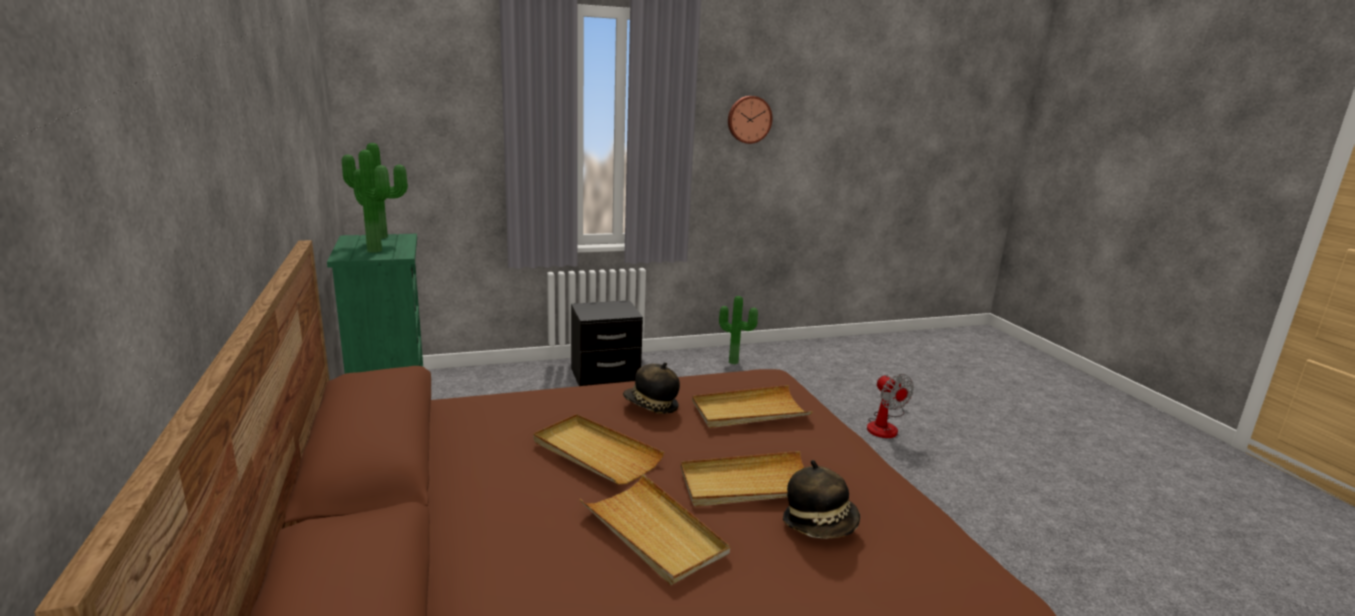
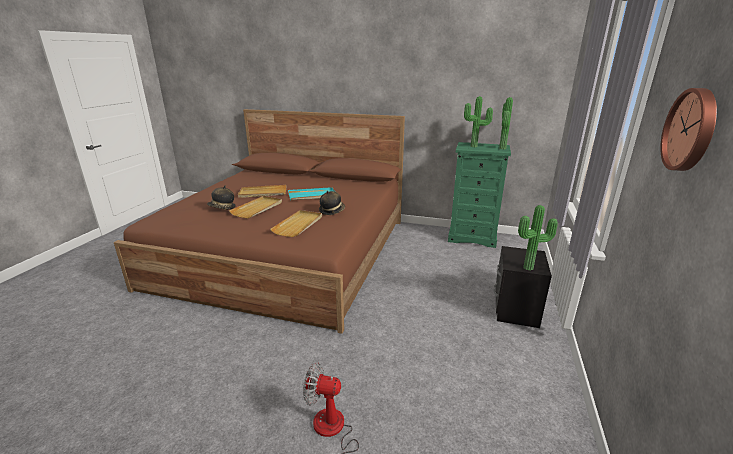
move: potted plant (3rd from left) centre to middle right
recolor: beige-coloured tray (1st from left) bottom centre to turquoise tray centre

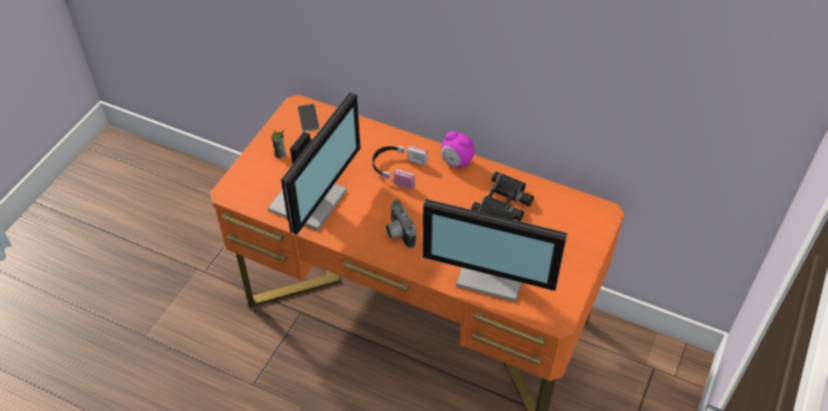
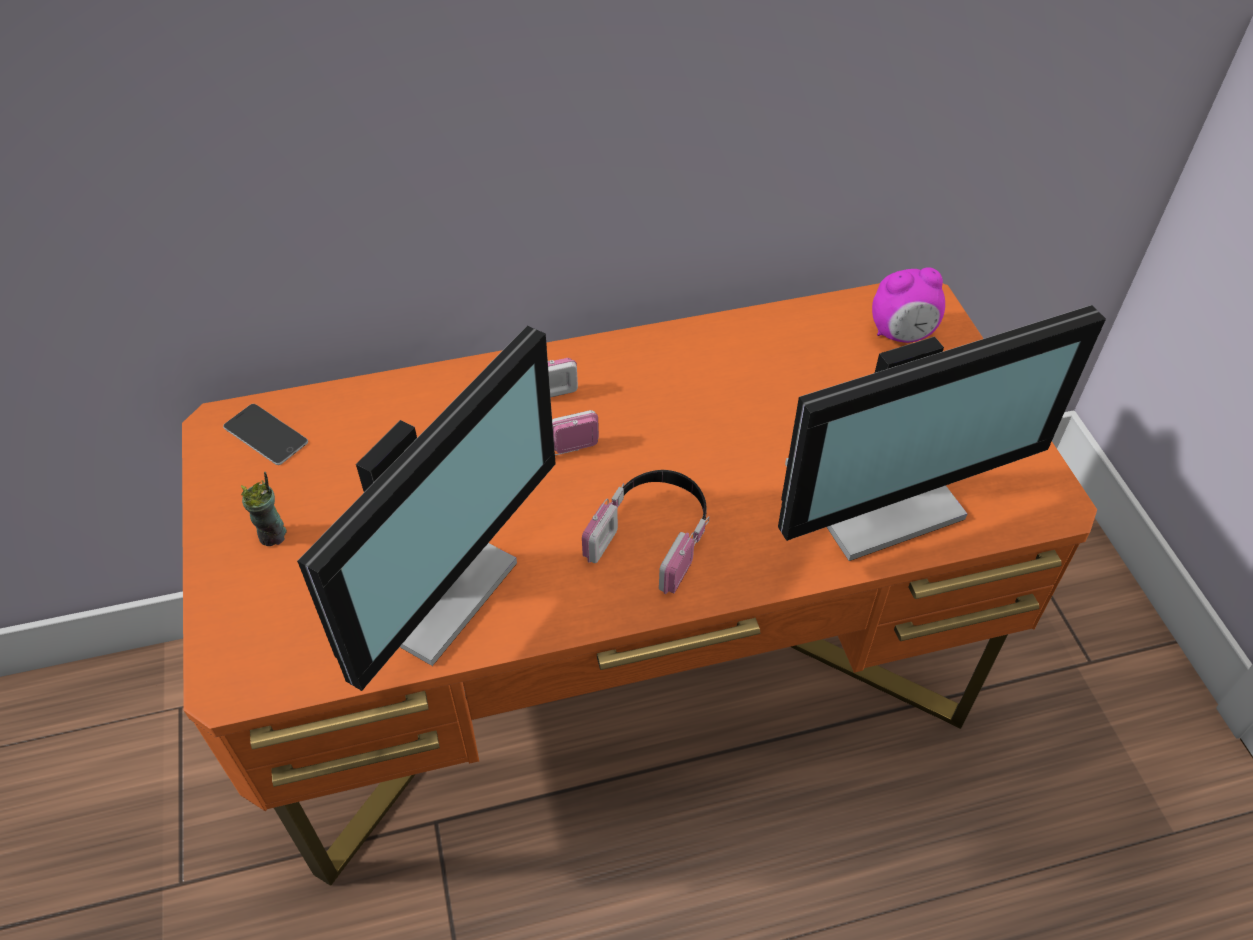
delete: black-coloured field glasses centre
move: table clock centre to top right
replace: still camera centre to headset (2nd from left) centre
rotate: computer screen (1st from left) centre = centre 45 degrees clockwise

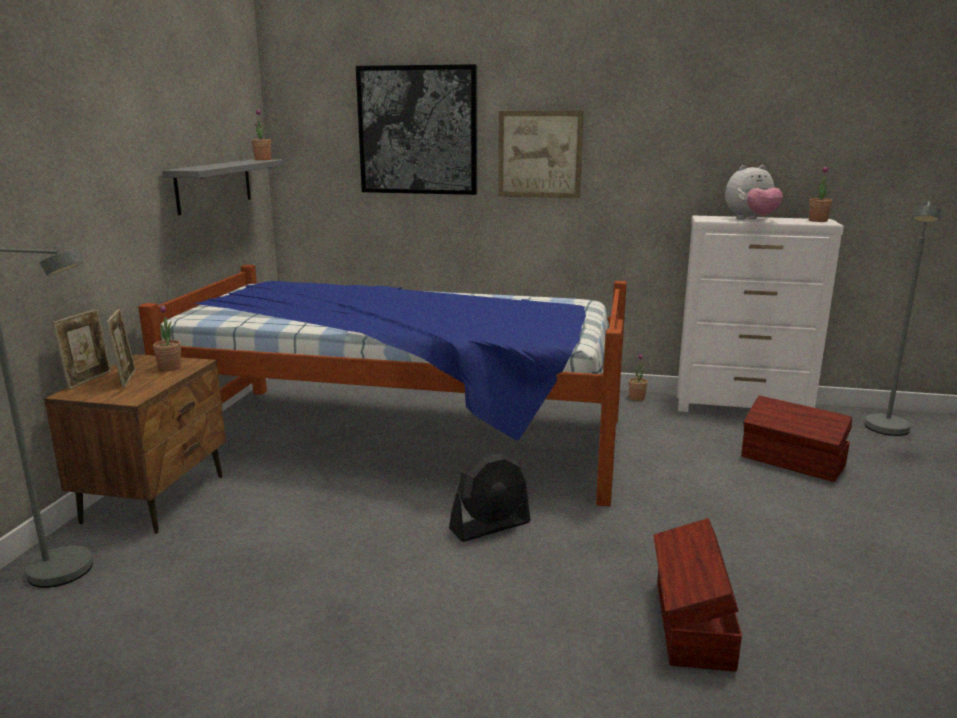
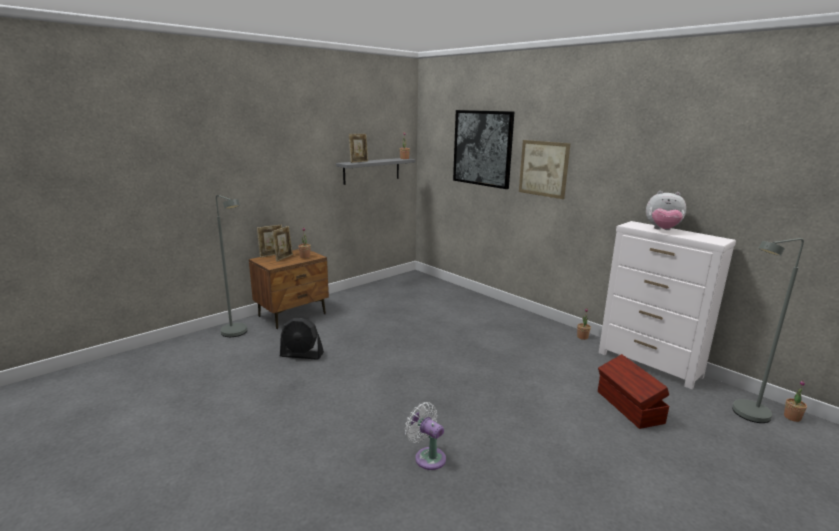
delete: sleeping bed centre
insert: photo frame (3rd from left) top centre
move: black-coloured fan bottom centre to centre; potted plant (4th from left) top right to bottom right
replace: brown-coloured storage box (1st from left) bottom right to whitish fan bottom centre

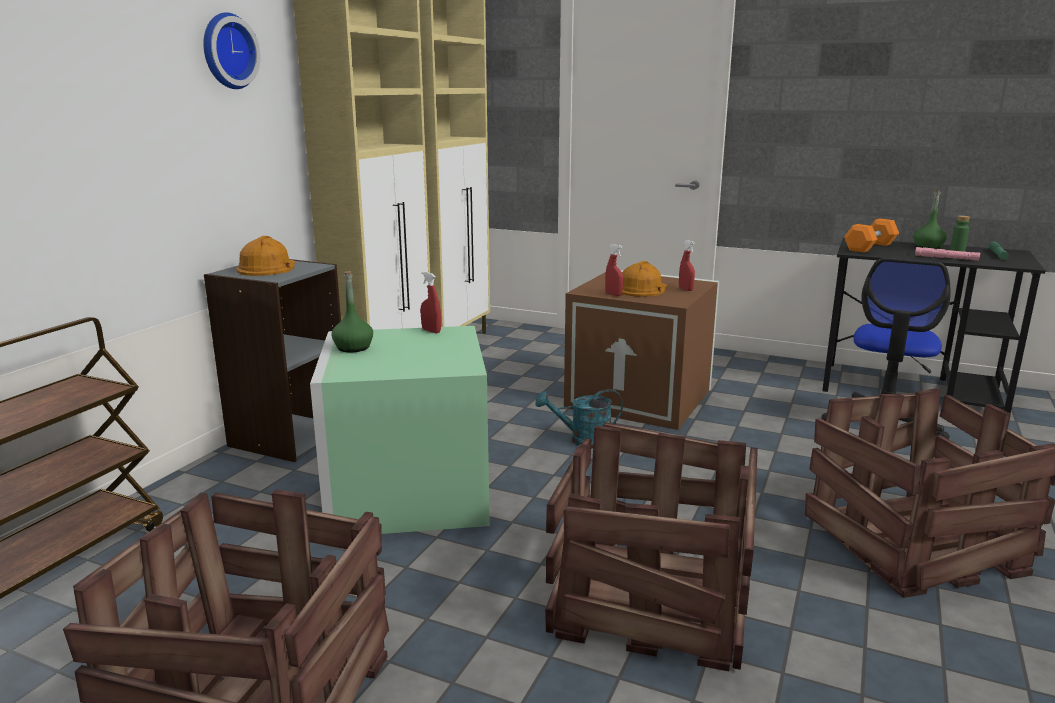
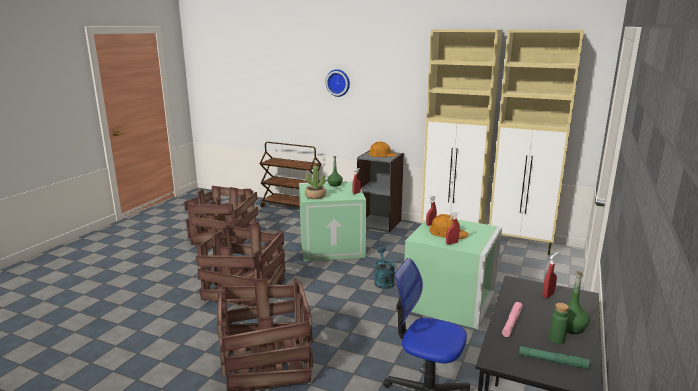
insert: potted plant centre
move: wall clock top left to top centre
replace: orange free weight middle right to reddish spray bottle (4th from left) bottom right
recolor: brown-coloured storage box centre to green-coloured storage box (2nd from left) bottom centre

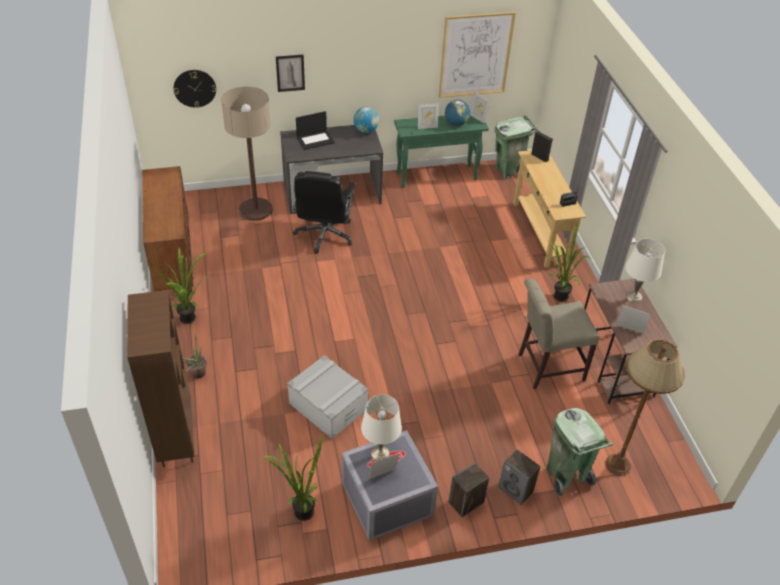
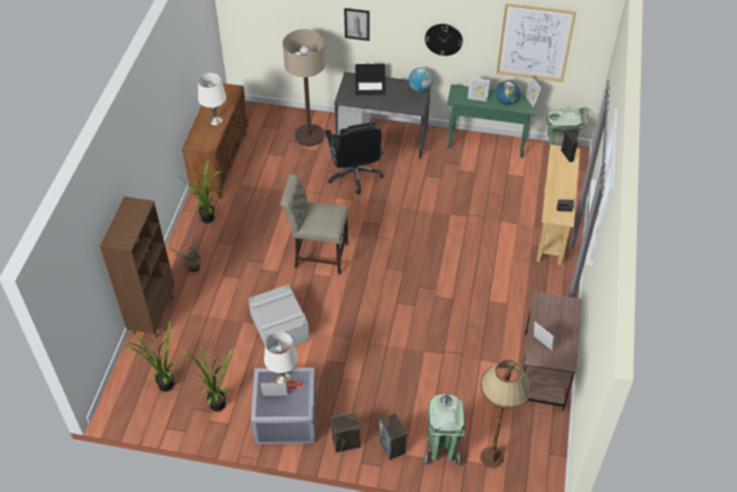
move: potted plant (4th from left in the first image) middle right to potted plant (1st from left) bottom left; whitish tabletop lamp (2nd from left in the first image) middle right to whitish tabletop lamp (1st from left) top left; beige-coloured chair middle right to centre; wall clock top left to top centre
rotate: black-coloured office chair centre = top centre 45 degrees counterclockwise

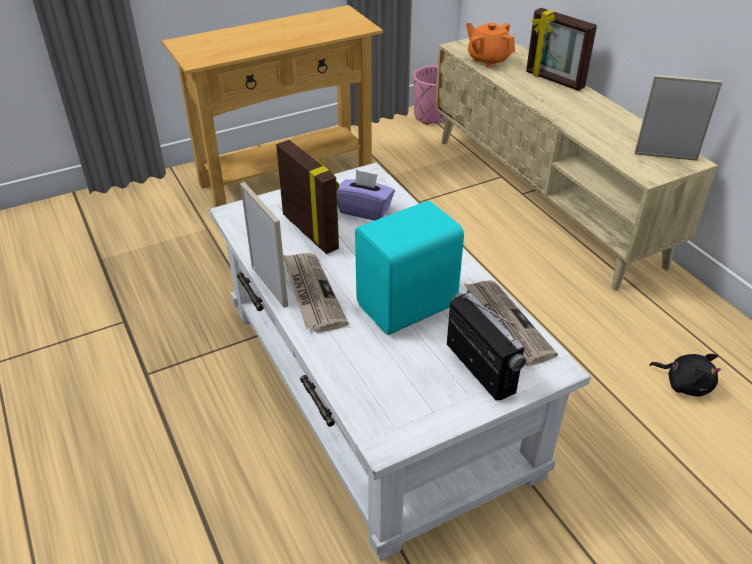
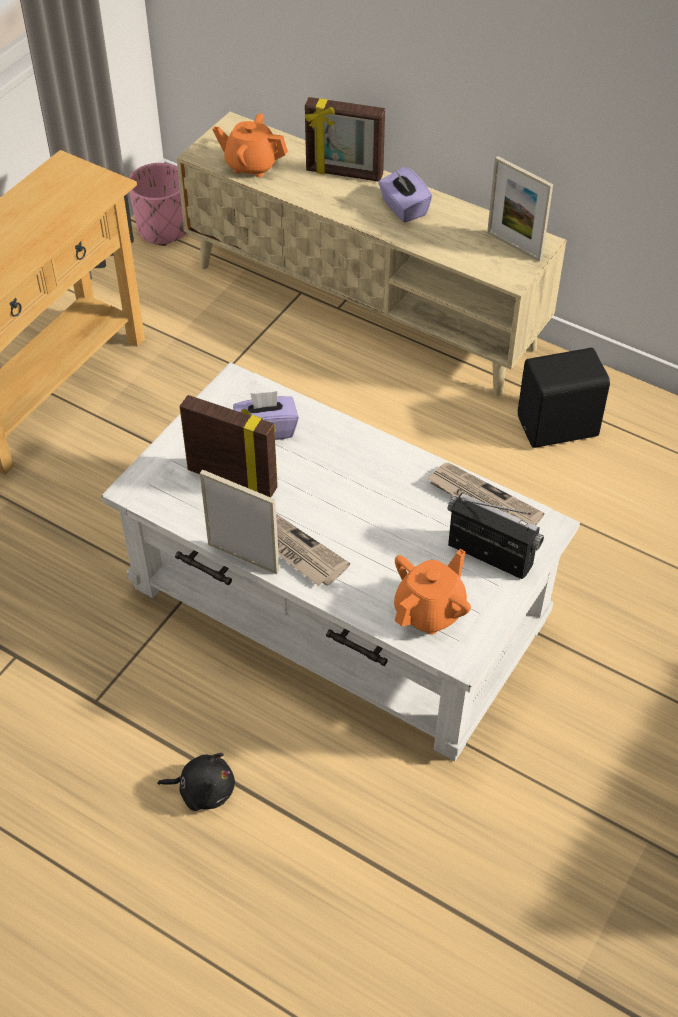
delete: turquoise audio speaker centre
insert: purplish box of tissues (2nd from left) top centre; orange teapot (2nd from left) centre; black-coloured audio speaker middle right
move: black-coloured cuddly toy middle right to bottom left
rotate: photo frame (4th from left) top right = top right 120 degrees counterclockwise

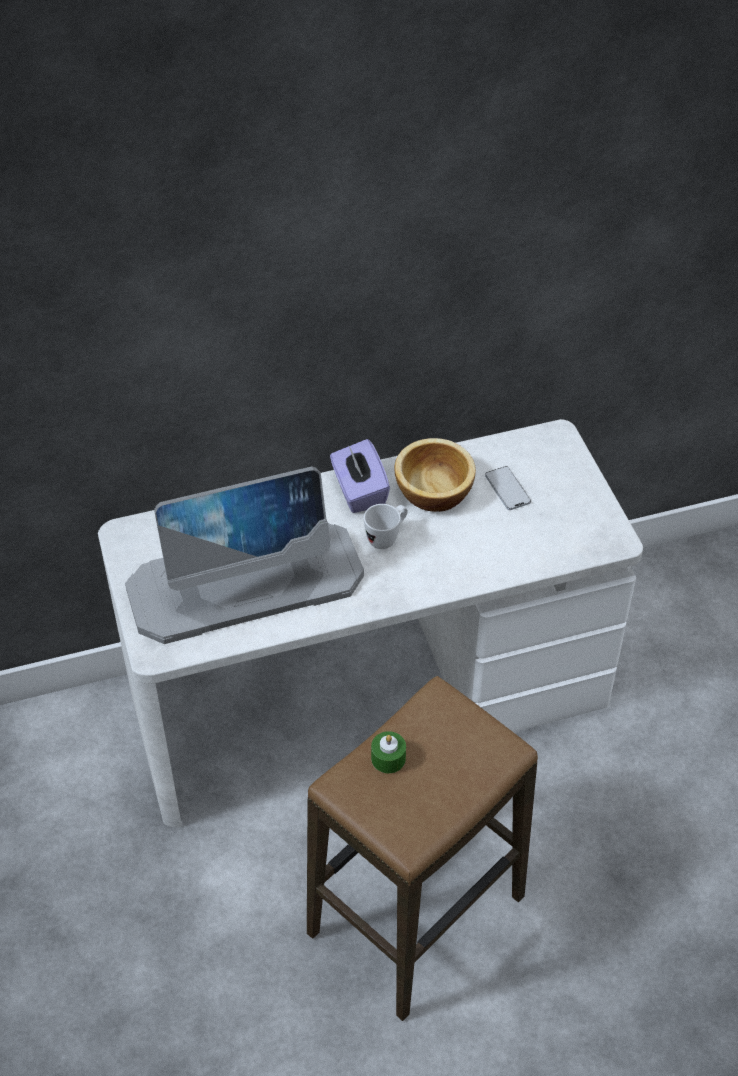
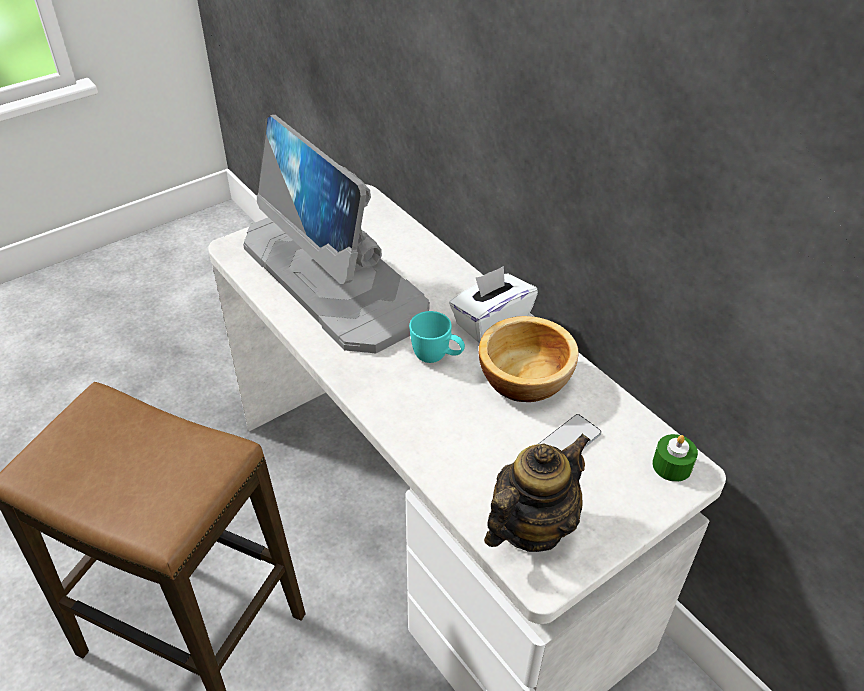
insert: teapot bottom centre
move: green-coloured candle bottom centre to middle right
recolor: whitish mug centre to turquoise mug centre; purplish box of tissues centre to whitish box of tissues centre

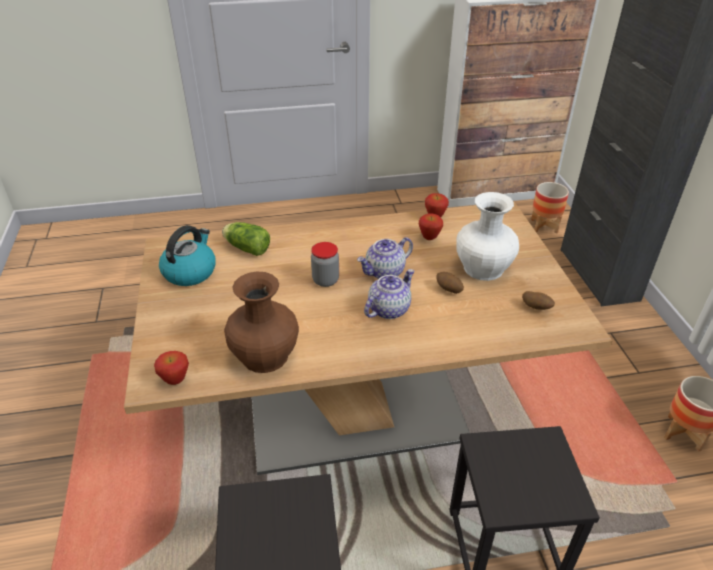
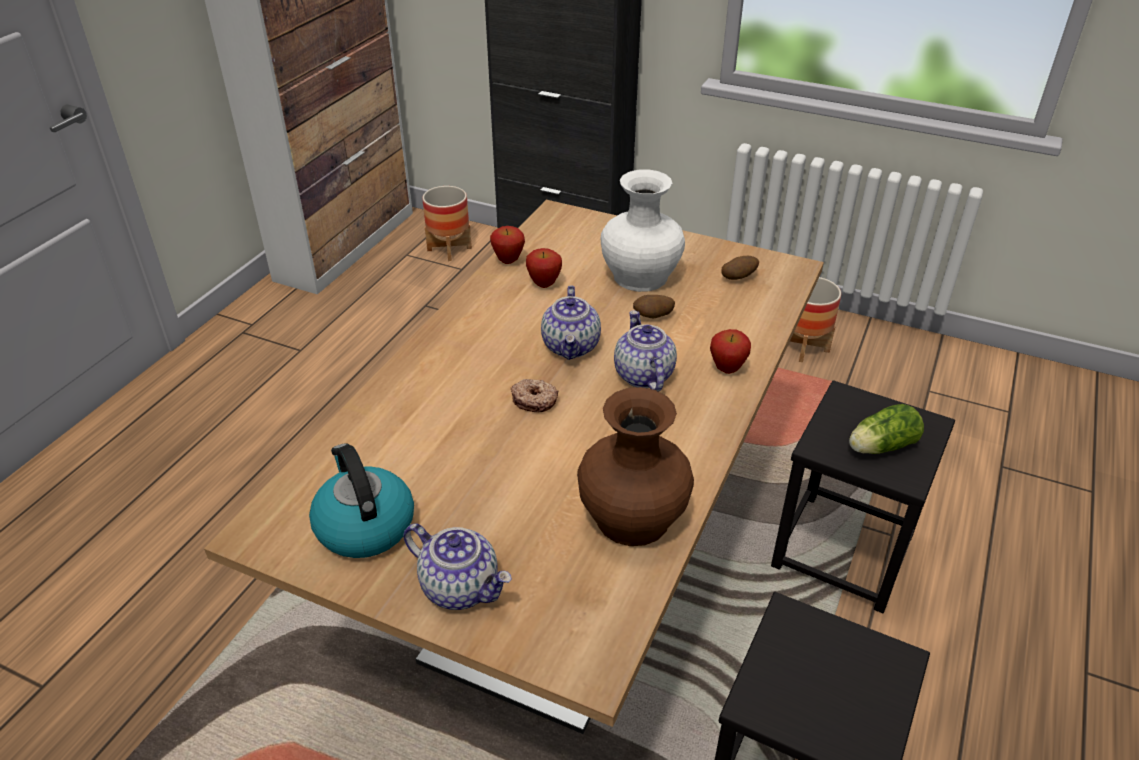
insert: teapot (1st from left) bottom centre
move: apple (1st from left in the first image) middle left to apple (3rd from left) centre; head of lettuce centre to middle right
replace: storage jar centre to donut centre

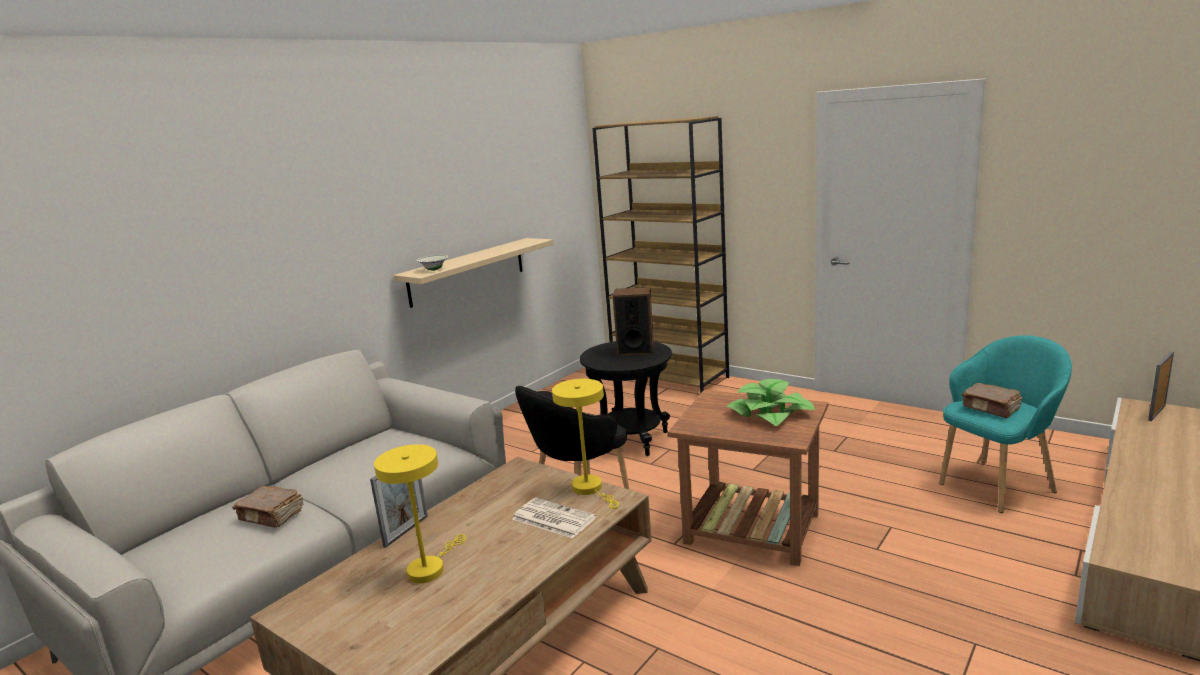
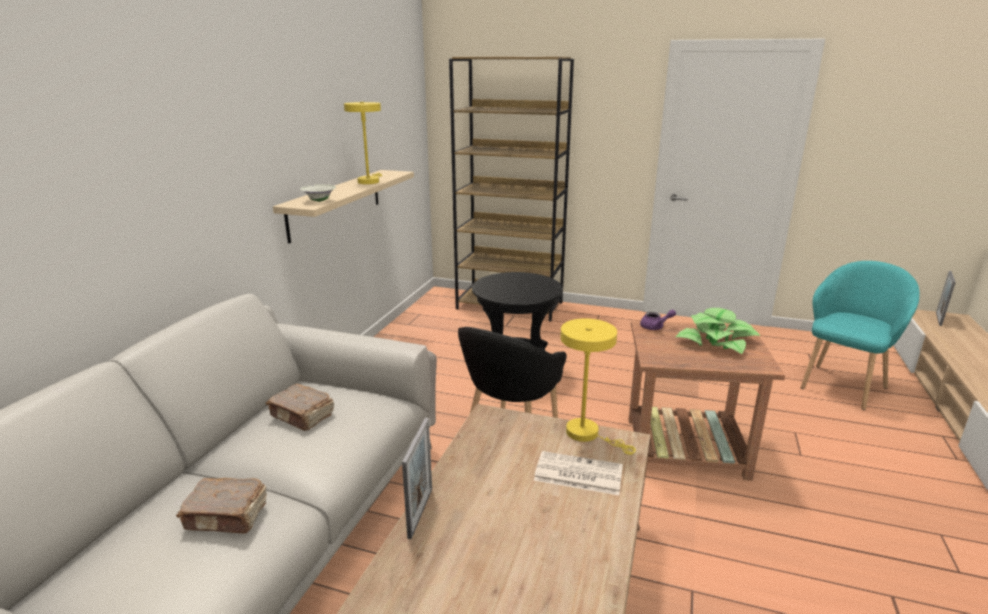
delete: audio speaker centre
insert: purplish teapot centre
move: brown-coloured bound book (2nd from left) middle right to middle left; yellow tabletop lamp (1st from left) bottom centre to top centre

